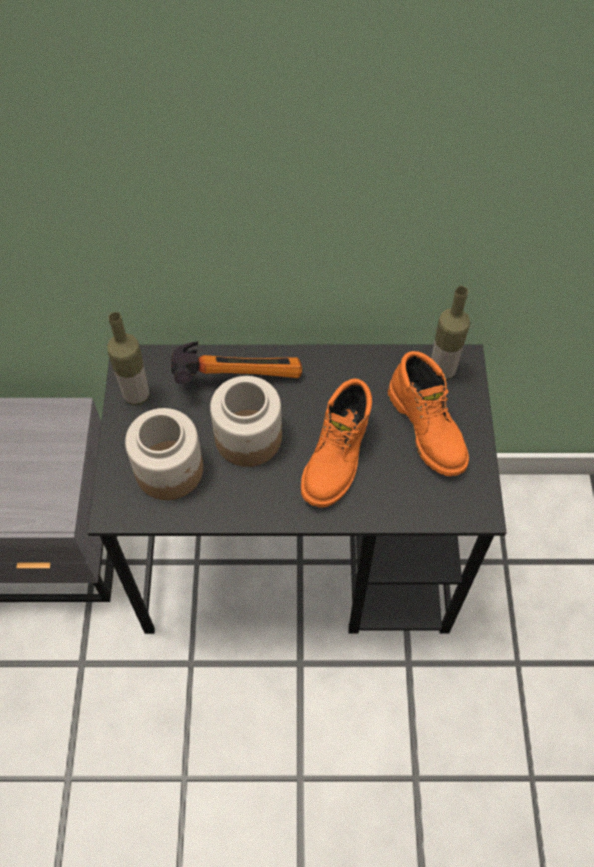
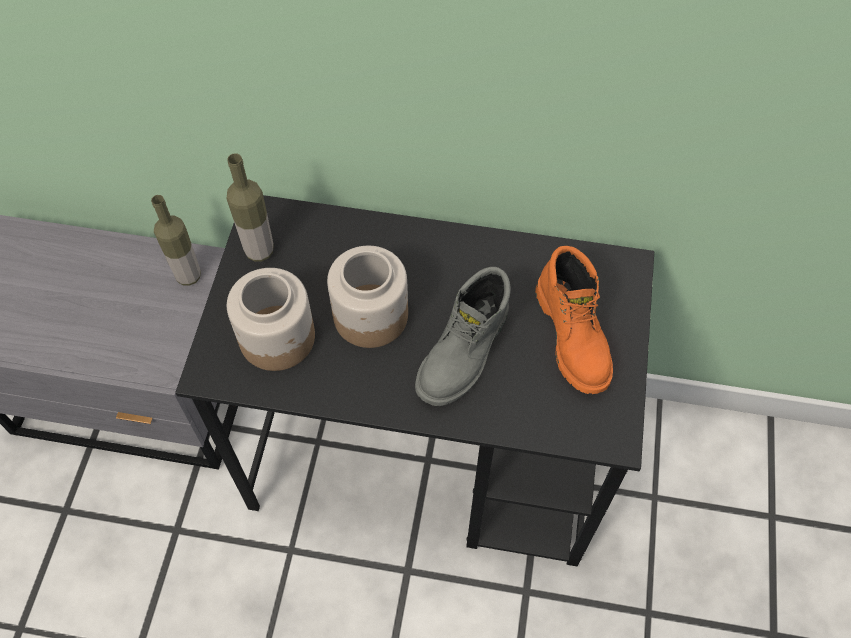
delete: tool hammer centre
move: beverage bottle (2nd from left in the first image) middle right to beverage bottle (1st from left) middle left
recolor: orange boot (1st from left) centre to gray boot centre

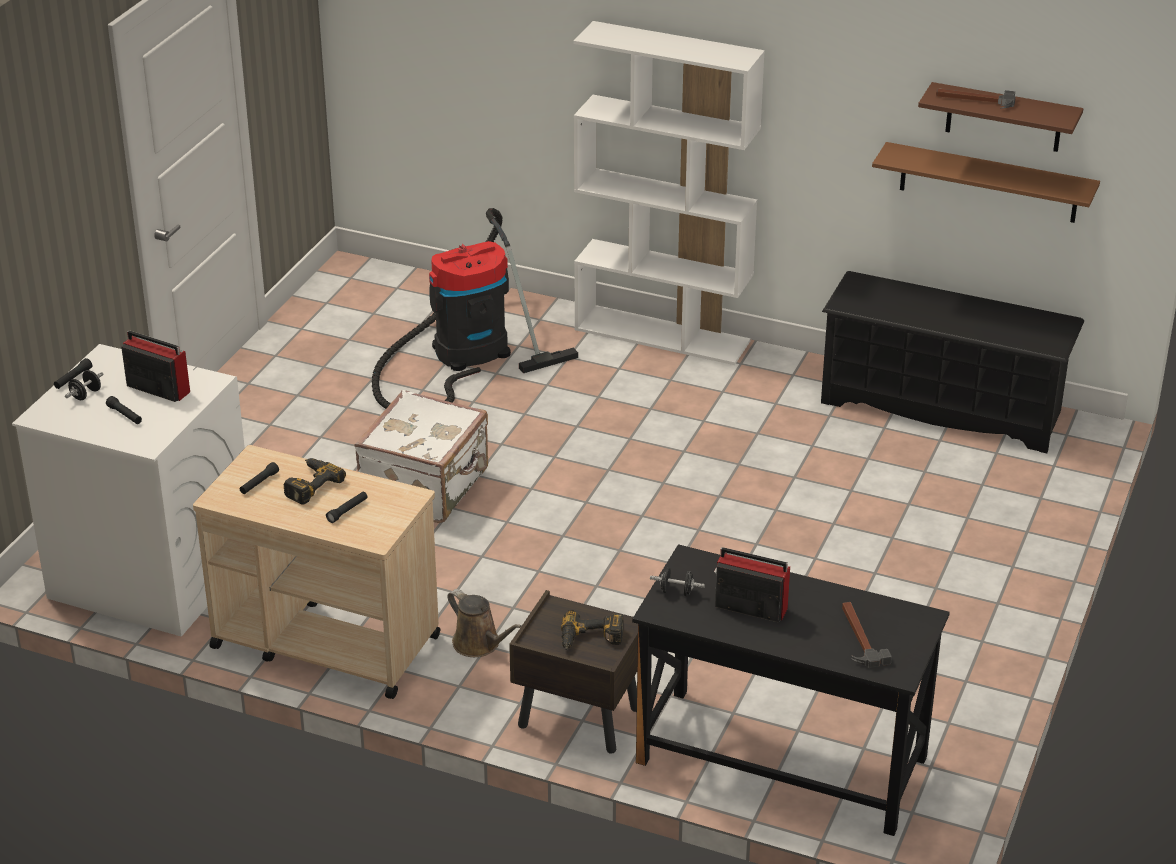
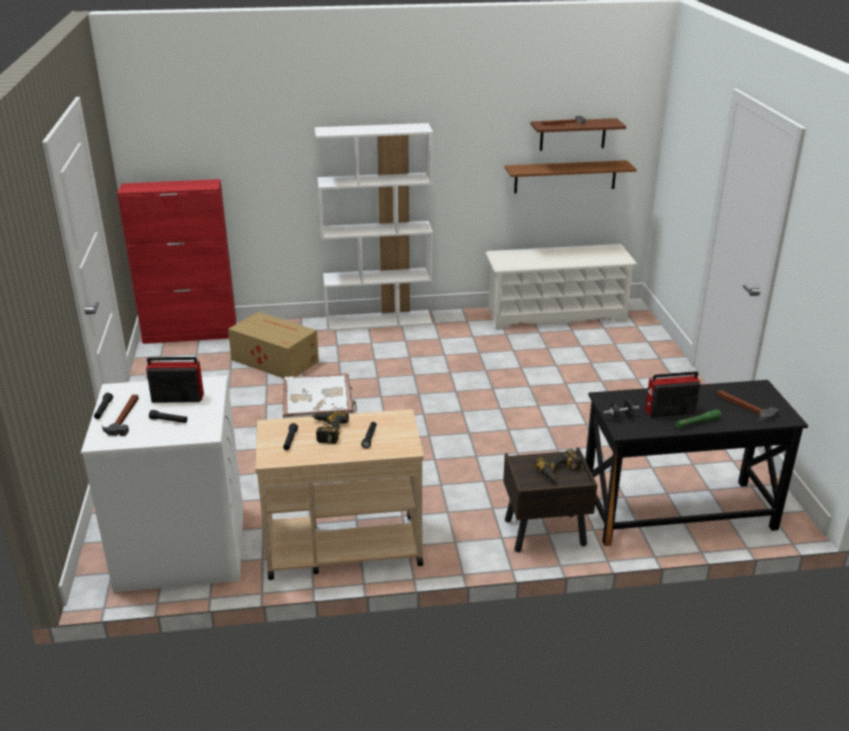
delete: brown-coloured watering pot bottom centre
insert: reddish cupboard middle left; green-coloured hand torch middle right
replace: black-coloured free weight (1st from left) middle left to tool hammer (1st from left) middle left; vacuum cleaner centre to carton middle left
recolor: black-coloured shoe shelf middle right to whitish shoe shelf centre

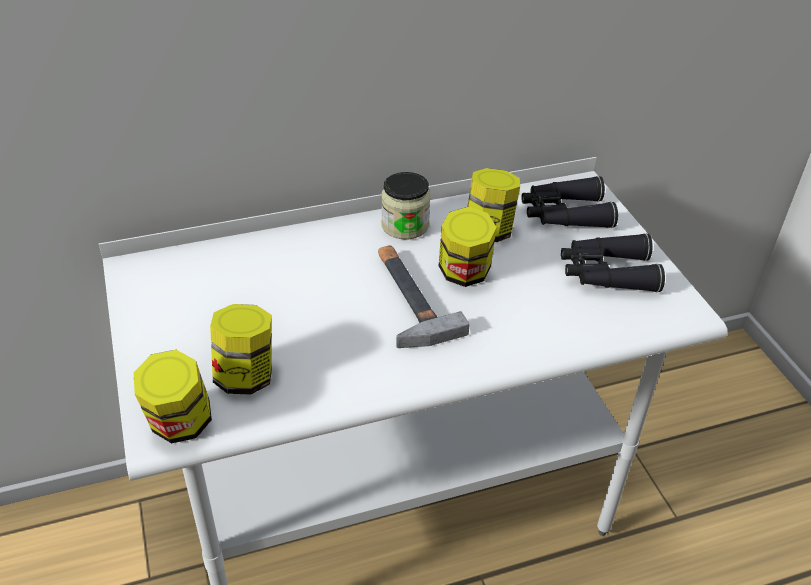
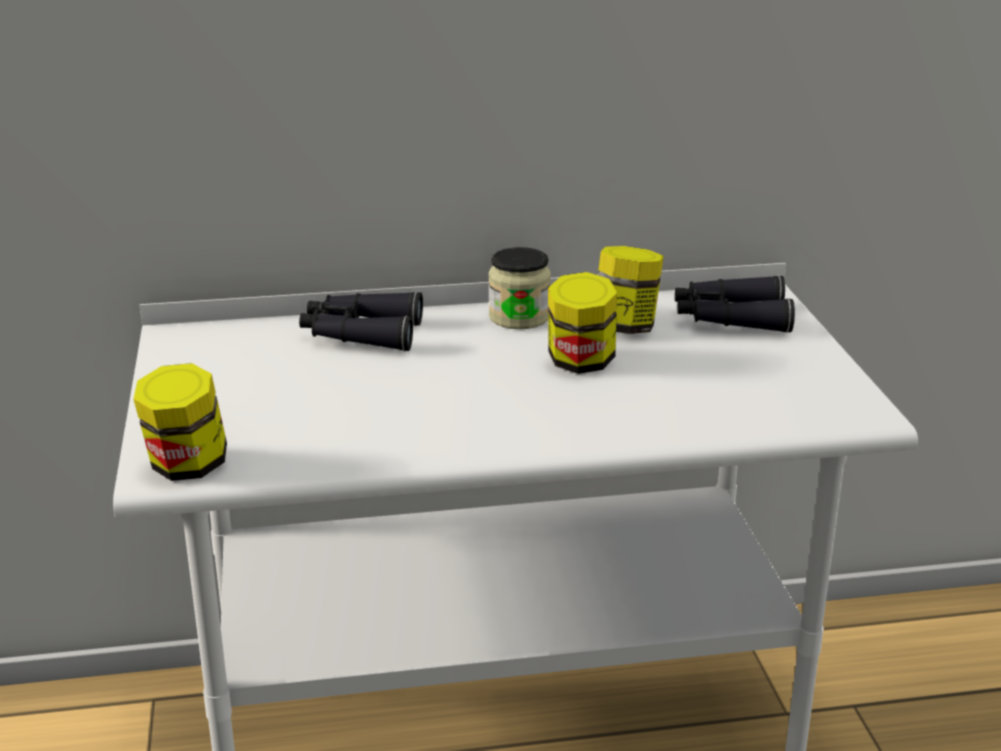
delete: storage jar (2nd from left) middle left; tool hammer centre
move: black-coloured field glasses (2nd from left in the first image) middle right to black-coloured field glasses (1st from left) centre

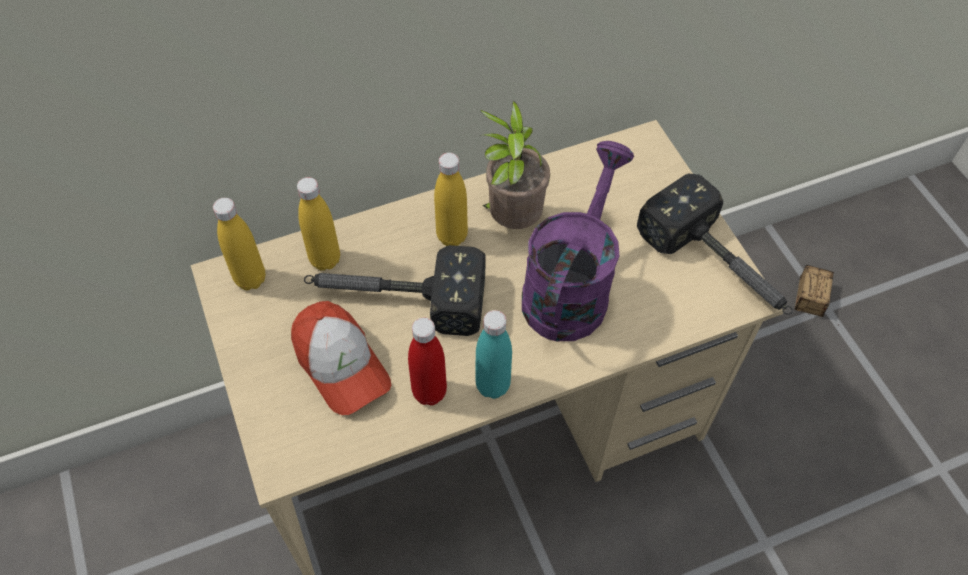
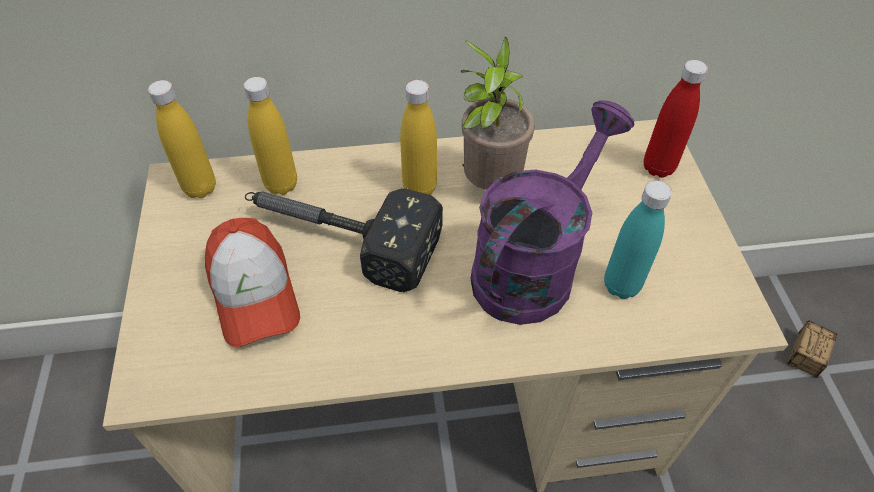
delete: tool hammer (2nd from left) middle right
move: turquoise beverage bottle centre to middle right; reddish beverage bottle centre to top right

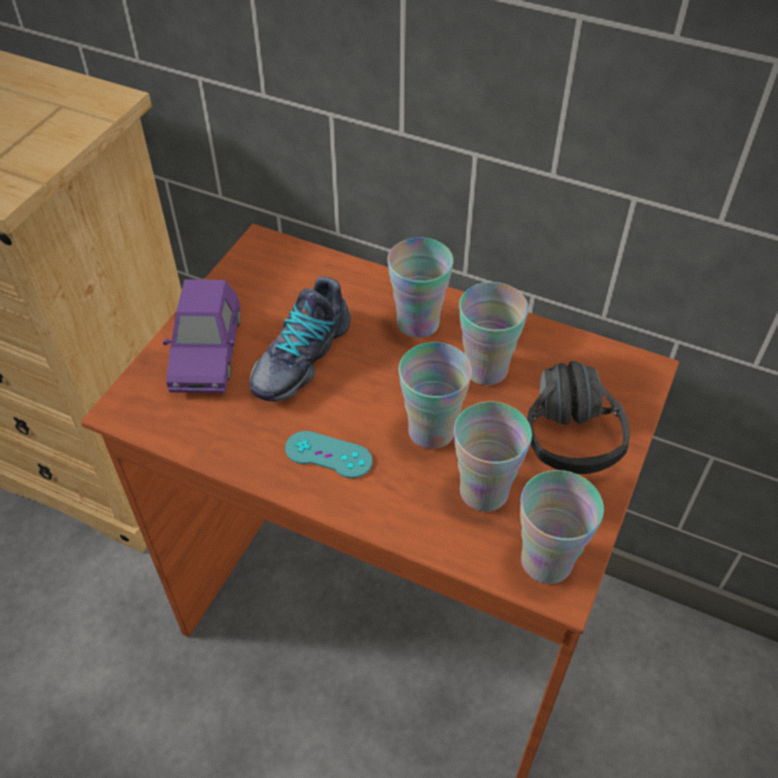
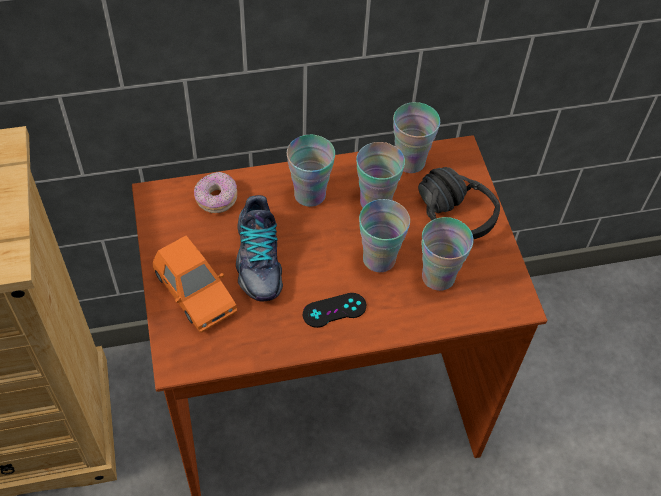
insert: donut middle left
move: cup (5th from left in the first image) bottom right to cup (4th from left) top centre
recolor: purplish miniature car middle left to orange miniature car middle left; turquoise joypad centre to black-coloured joypad centre

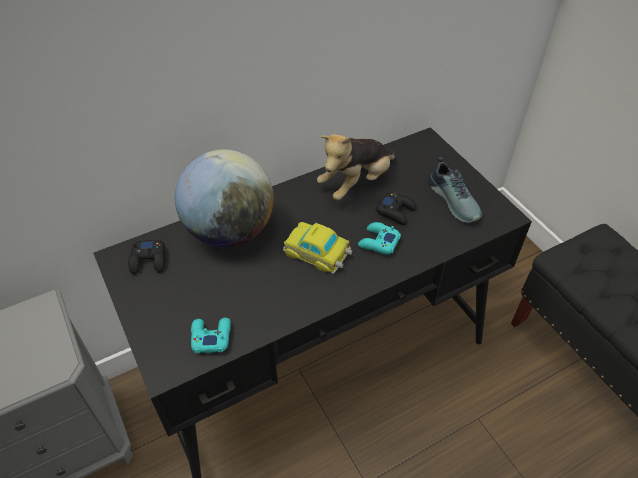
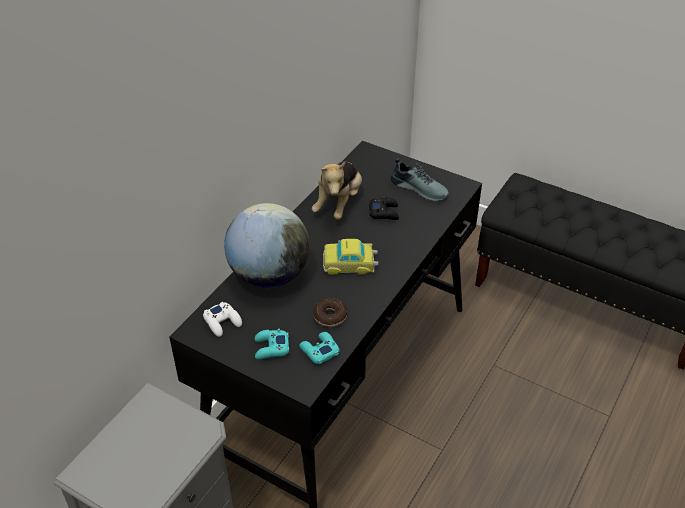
insert: donut centre
move: turquoise joypad (2nd from left in the first image) centre to turquoise joypad (1st from left) bottom centre
recolor: black-coloured joypad (1st from left) middle left to whitish joypad middle left

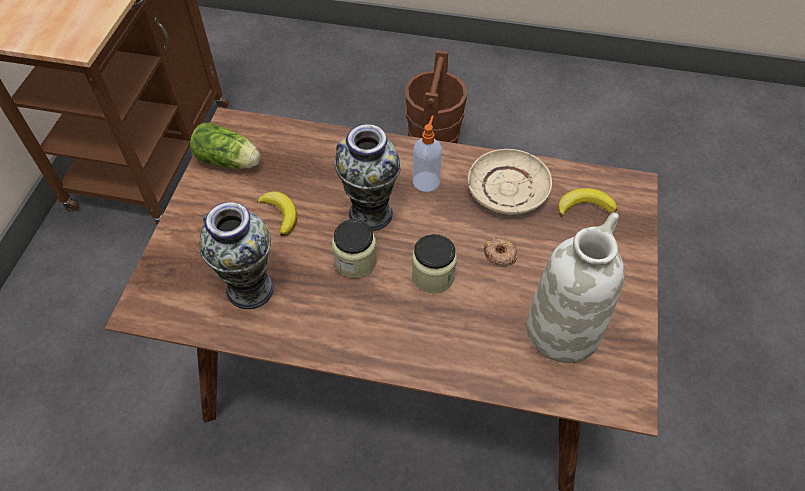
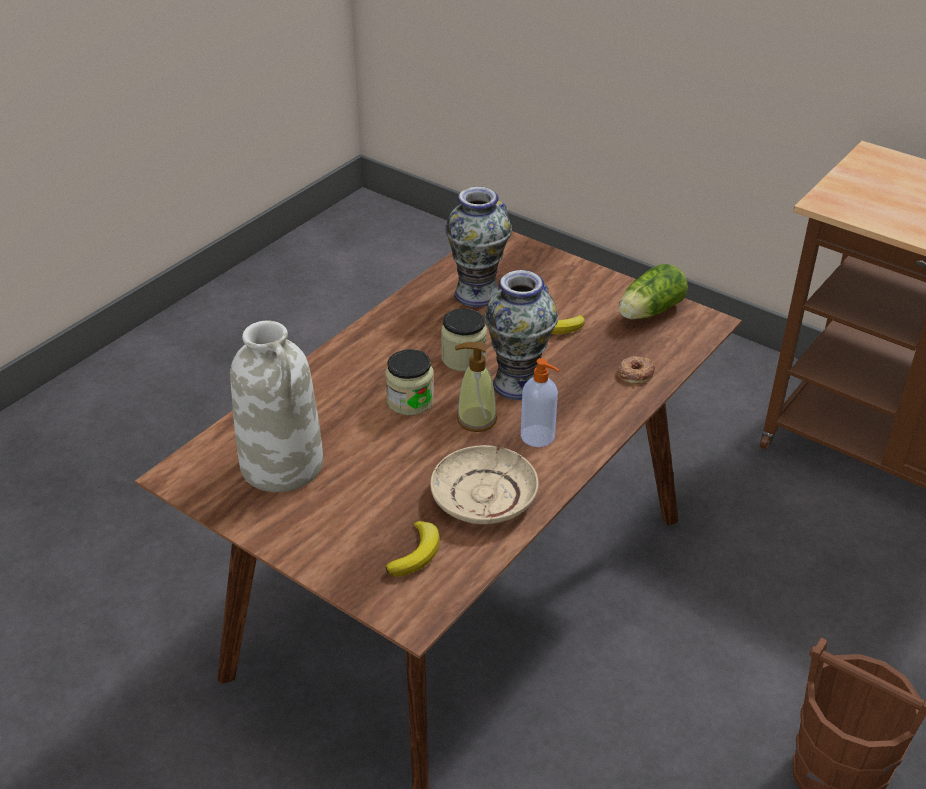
insert: soap dispenser (1st from left) centre
move: donut centre to middle right

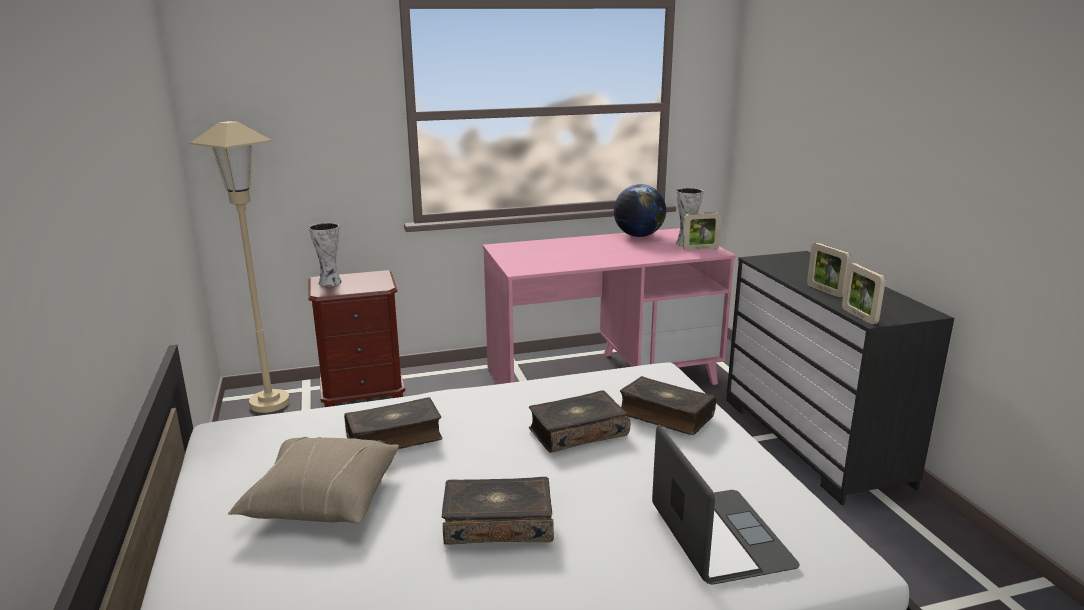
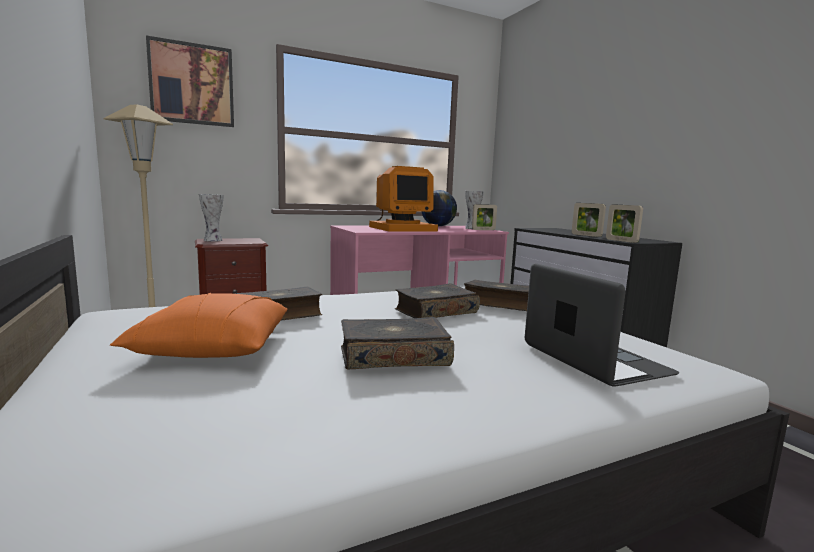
insert: wall art top left; computer screen centre
recolor: beige-coloured pillow bottom left to orange pillow middle left

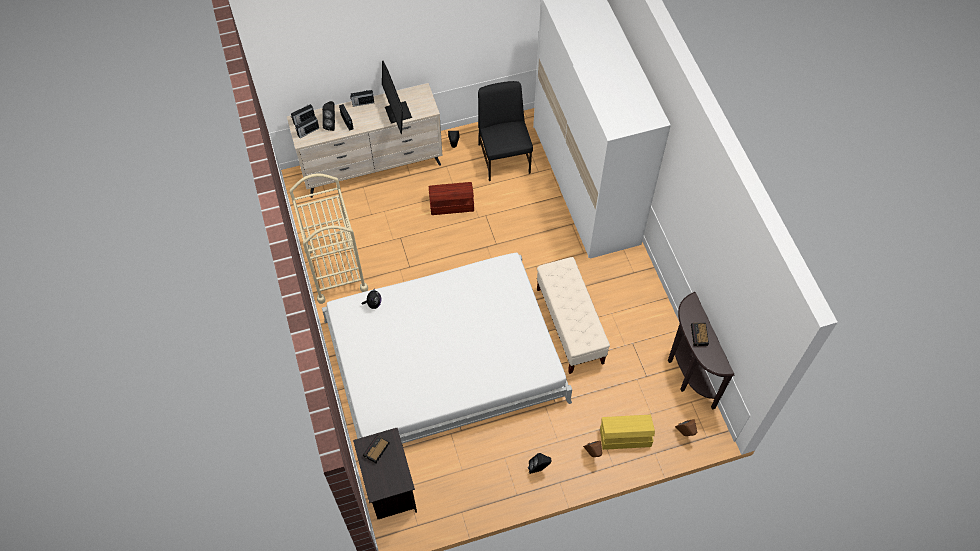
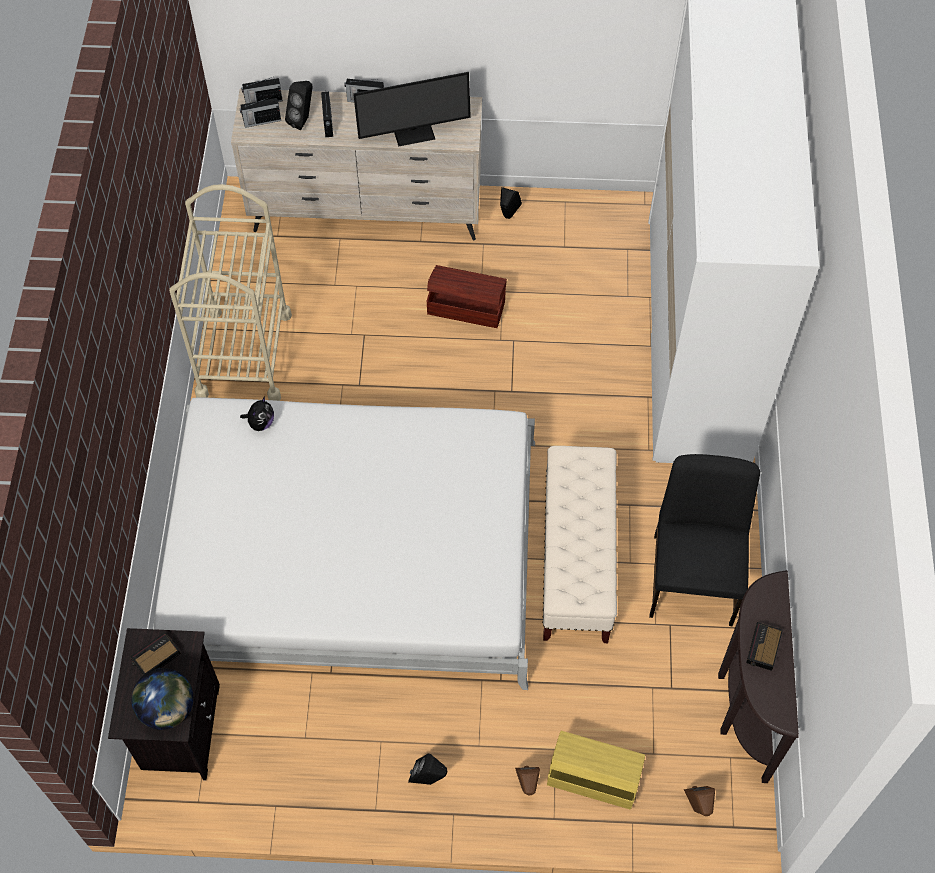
insert: globe bottom left
move: black-coloured chair top centre to middle right
rotate: computer screen top centre = top centre 105 degrees counterclockwise

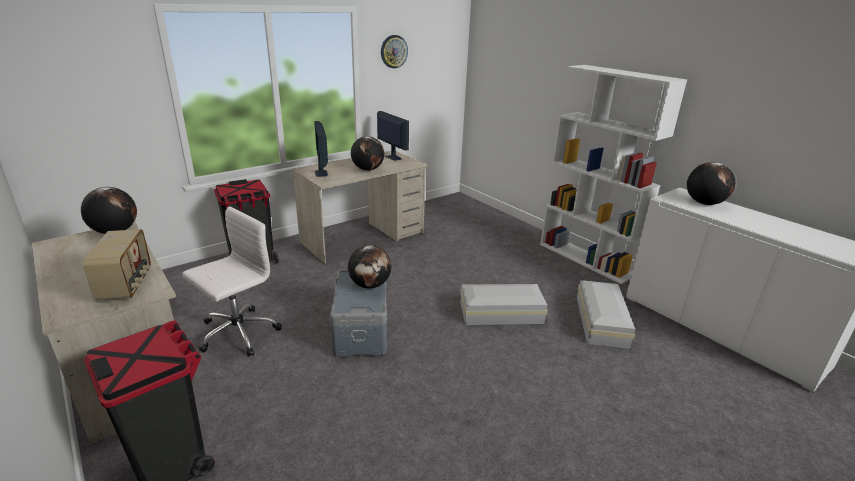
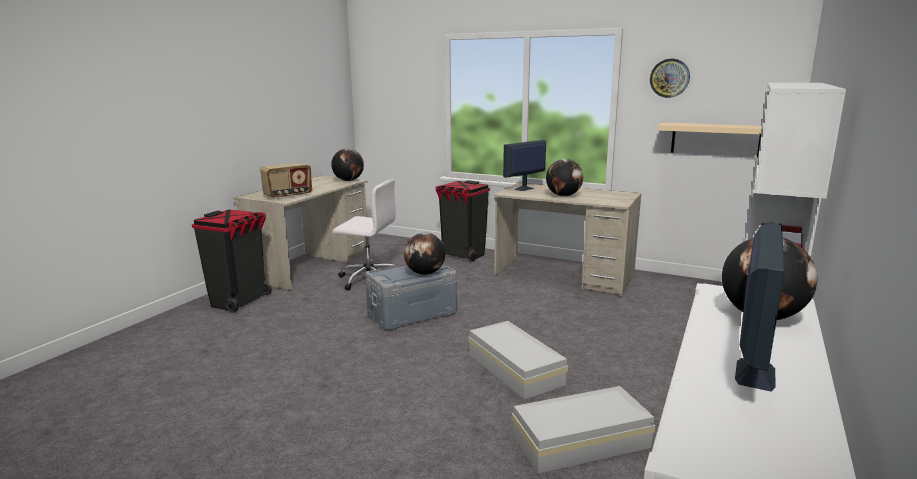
insert: beige-coloured shelf top right
move: computer screen (2nd from left) top centre to middle right

